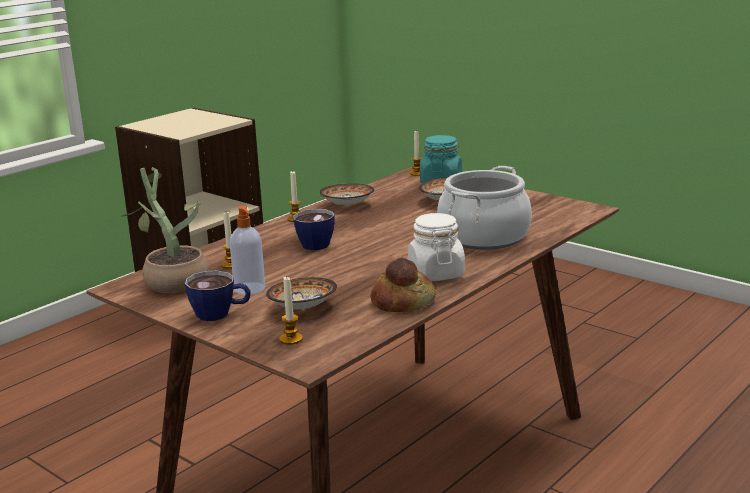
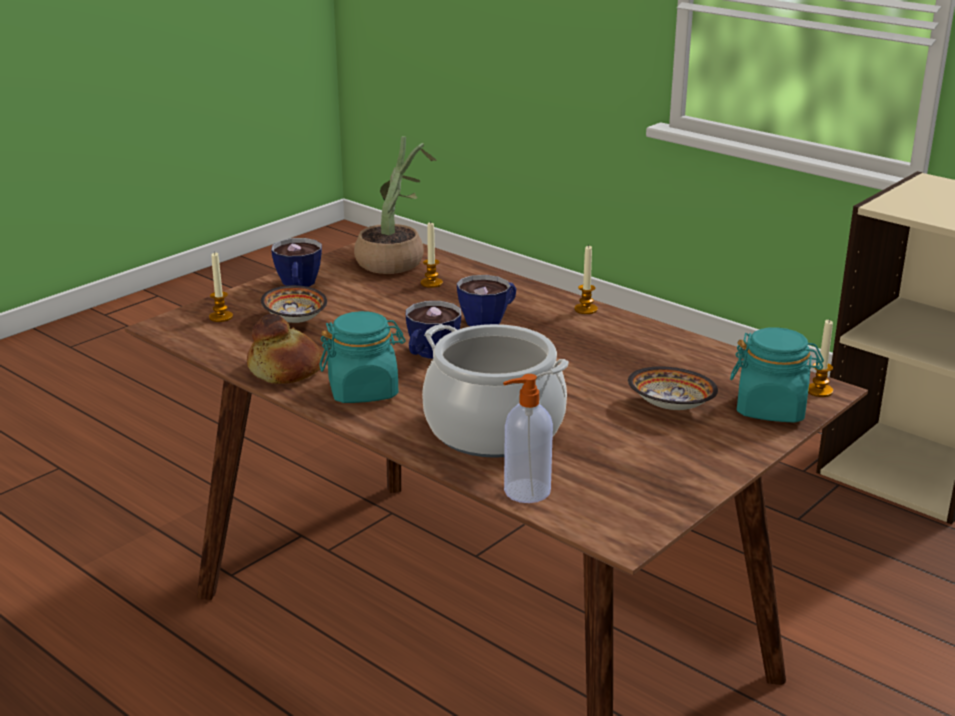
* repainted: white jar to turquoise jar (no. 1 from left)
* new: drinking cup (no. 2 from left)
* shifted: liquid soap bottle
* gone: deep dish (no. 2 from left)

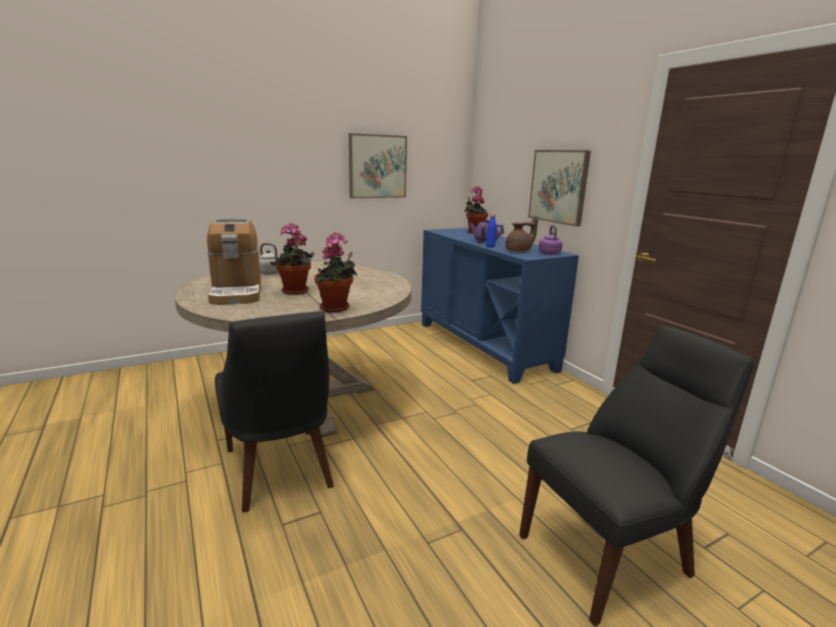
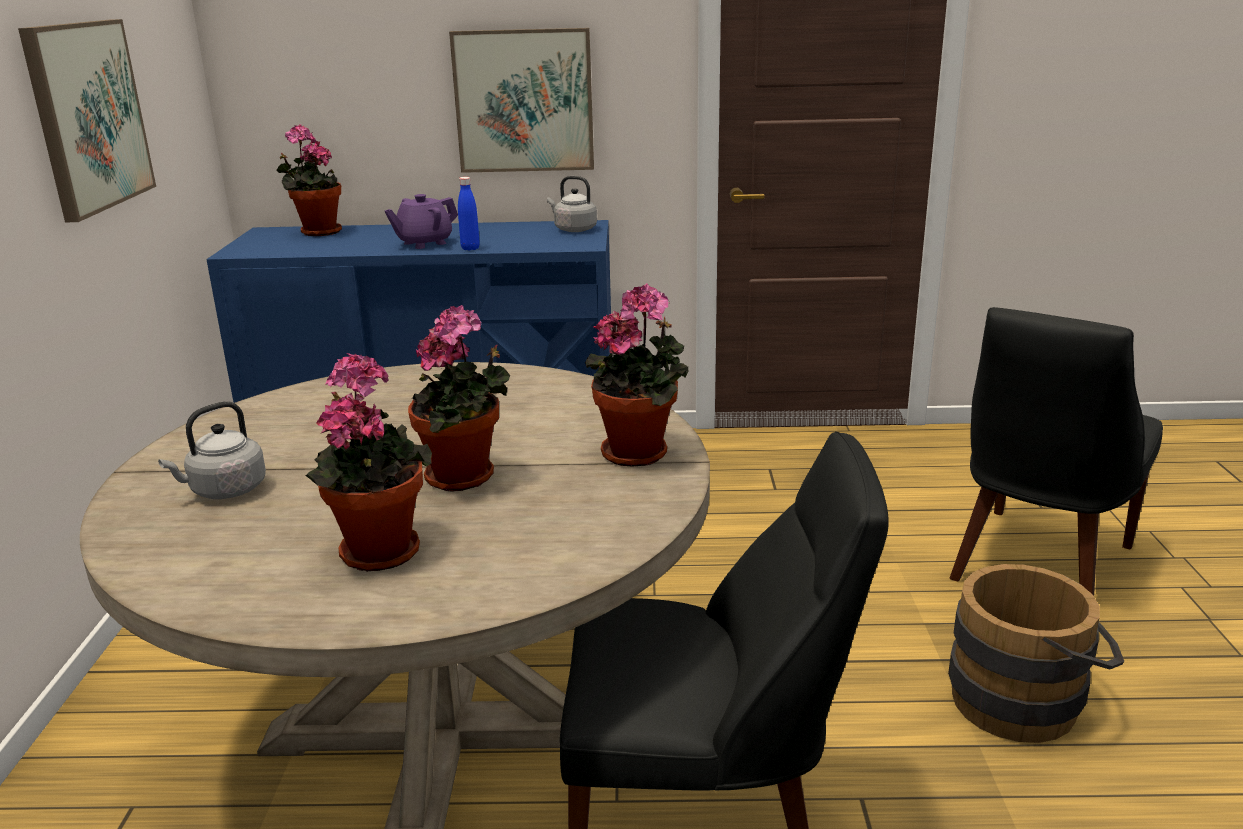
* swapped: coffee maker to potted plant (no. 2 from left)
* repainted: purple-coloured water kettle to gray water kettle (no. 2 from left)
* new: brown-coloured bucket
* rotated: black-coloured chair (no. 2 from left) 150 degrees counterclockwise
* gone: brown-coloured tea pot

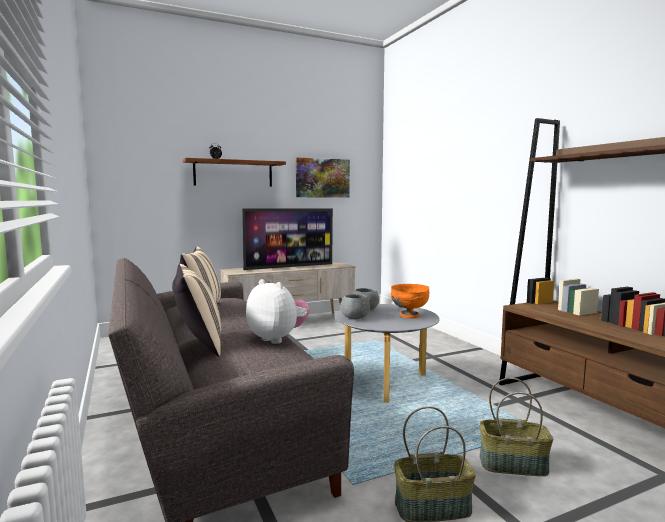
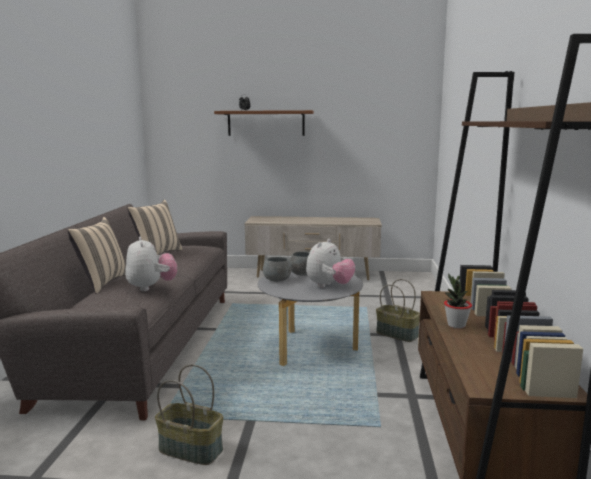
* swapped: orange deep dish to cuddly toy (no. 2 from left)
* shifted: household basket (no. 2 from left)
* new: potted plant
* gone: TV
* gone: picture

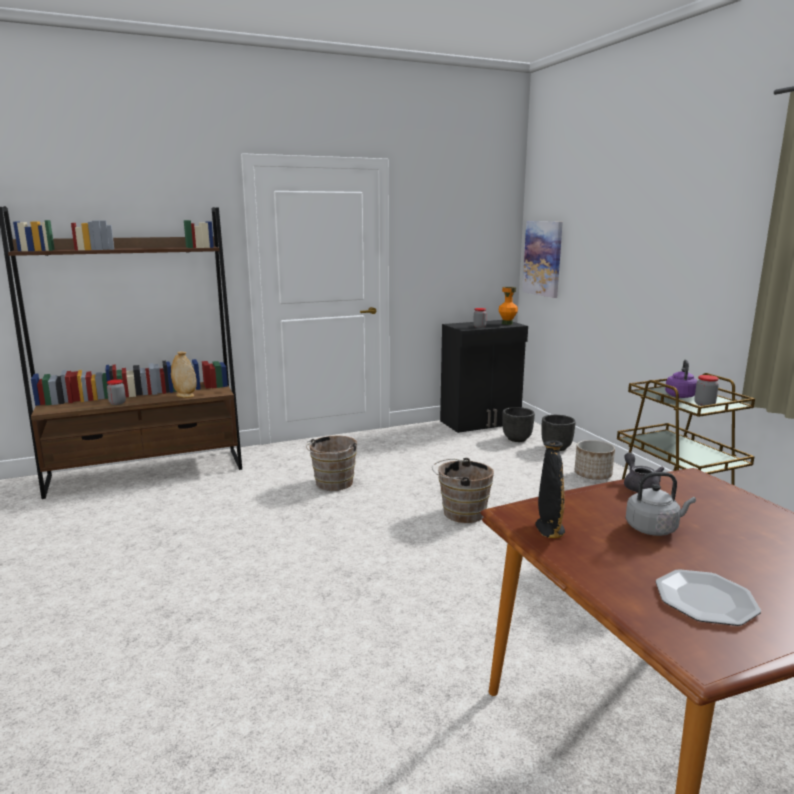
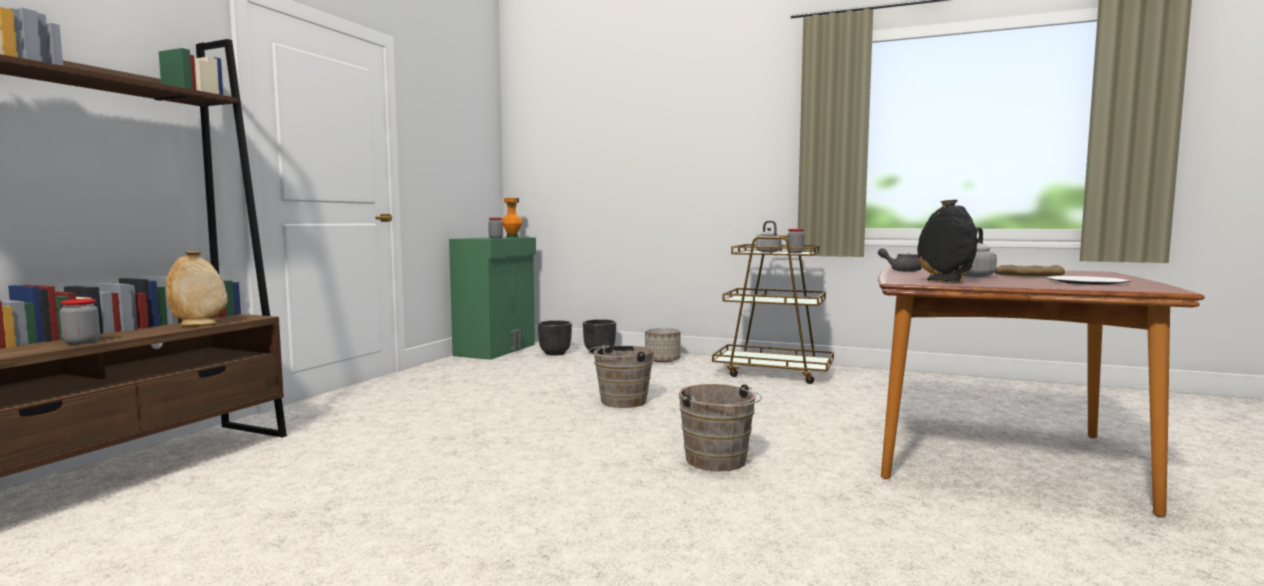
* repainted: black-coloured cabinet to greenish cabinet
* shifted: brown-coloured bucket (no. 1 from left in the first image) to brown-coloured bucket (no. 2 from left)
* repainted: purple-coloured water kettle to gray water kettle (no. 1 from left)
* new: baked bread
* gone: picture

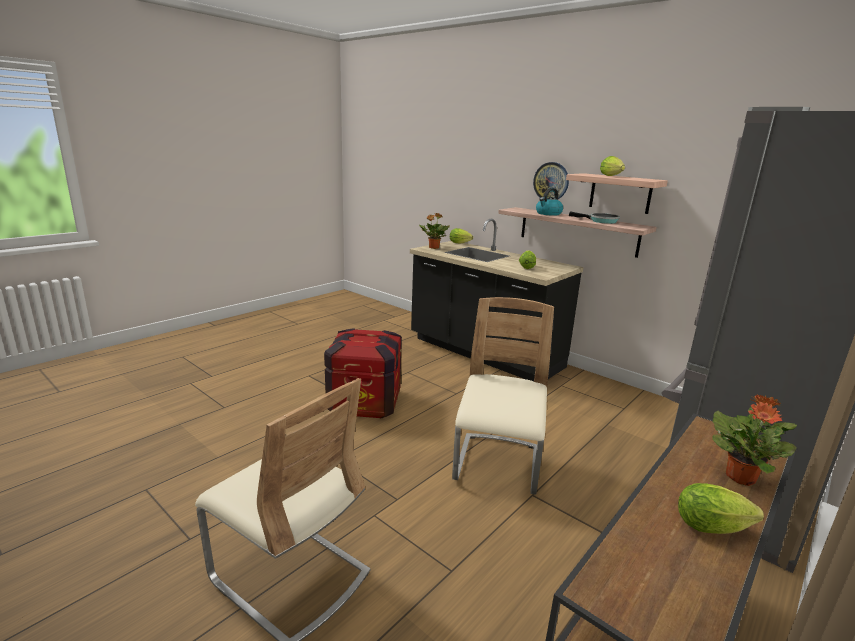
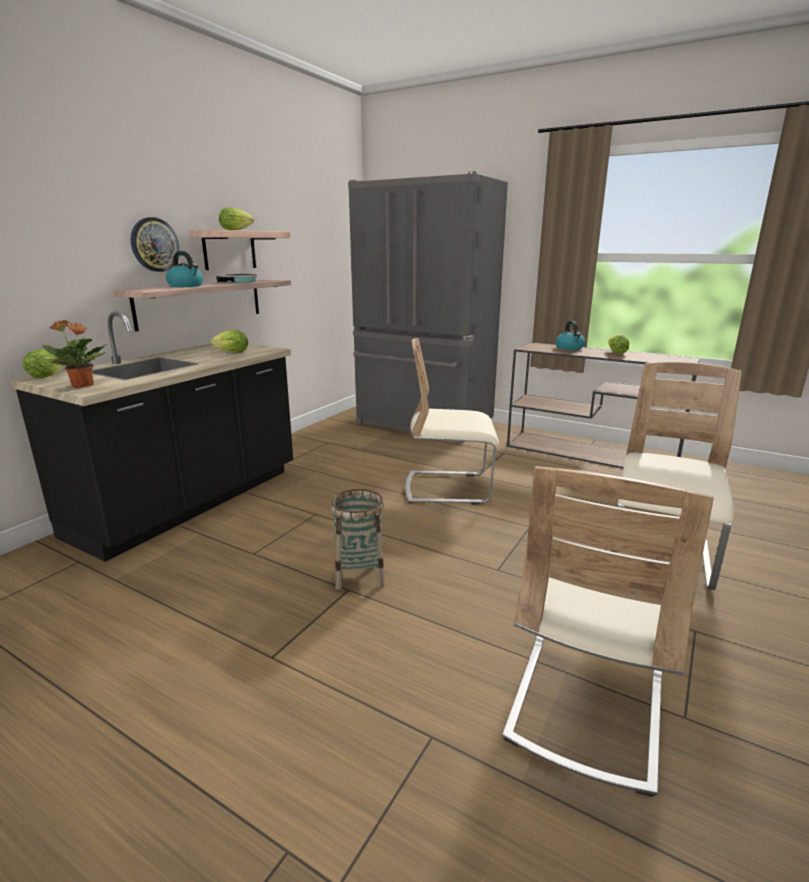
* swapped: shipping crate to household basket
* new: beige chair (no. 2 from left)
* swapped: potted plant (no. 2 from left) to water kettle (no. 2 from left)

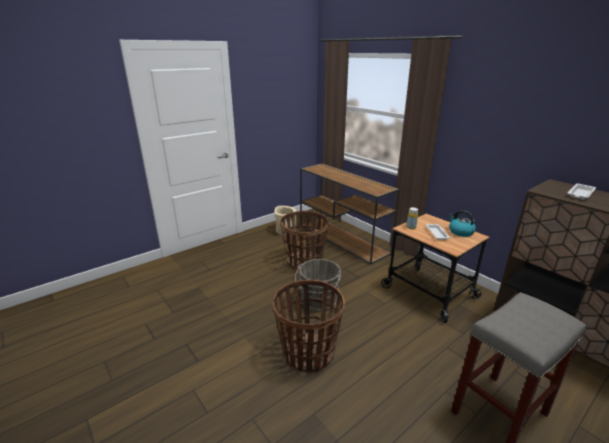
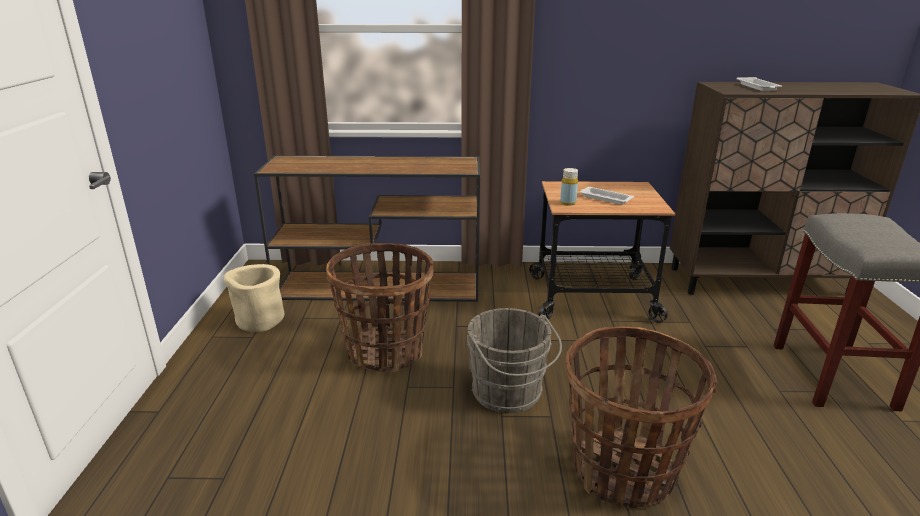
* gone: water kettle

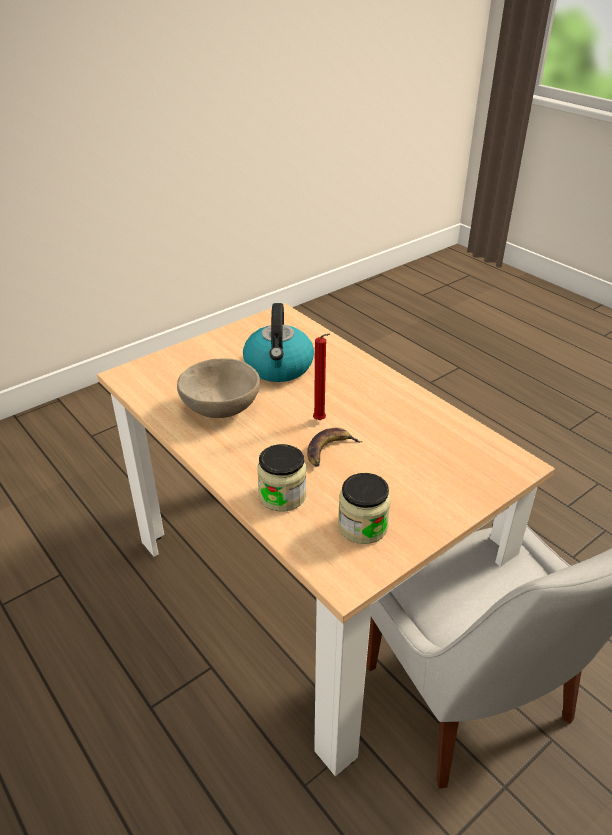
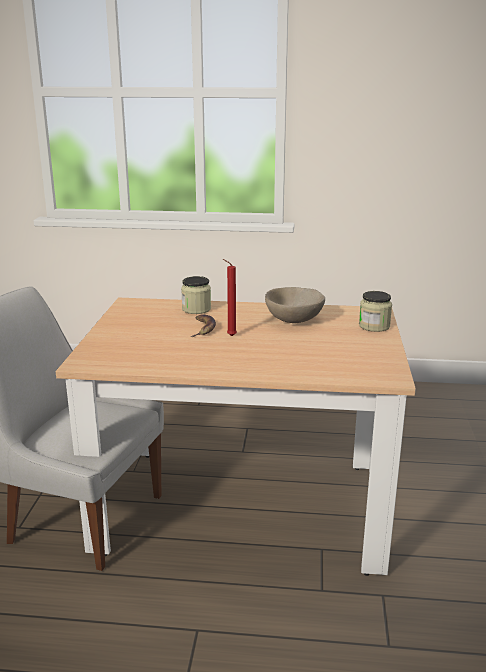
* shifted: jar (no. 2 from left)
* gone: water kettle

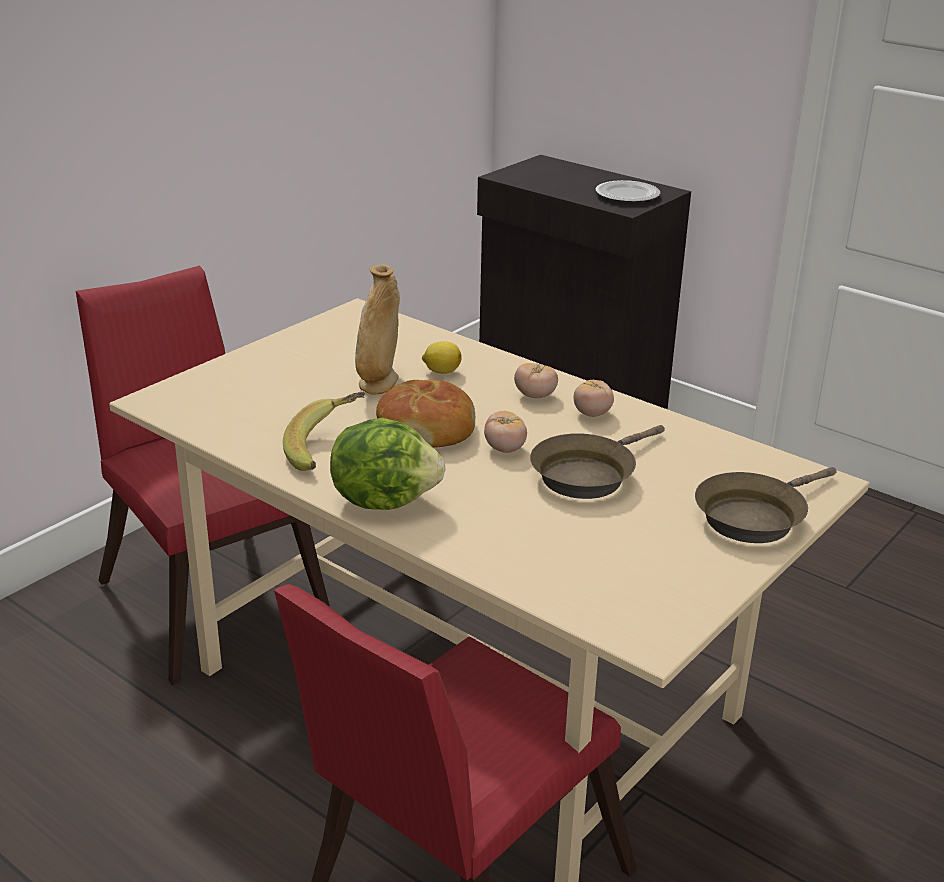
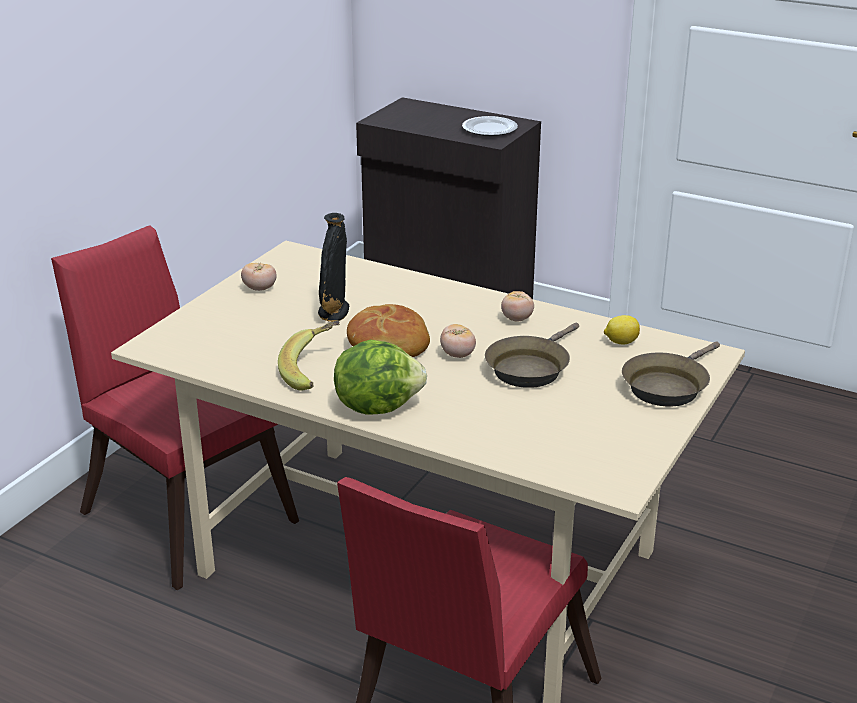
* shifted: whole tomato (no. 2 from left in the first image) to whole tomato (no. 1 from left)
* repainted: beige vase to black-coloured vase
* shifted: whole lemon

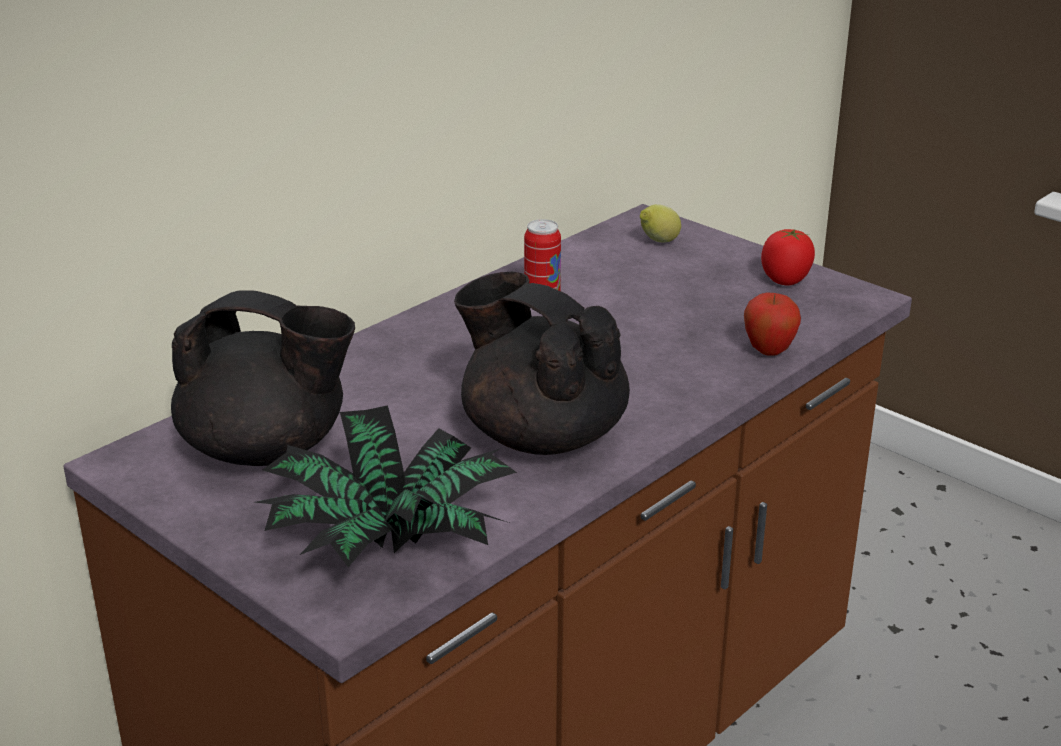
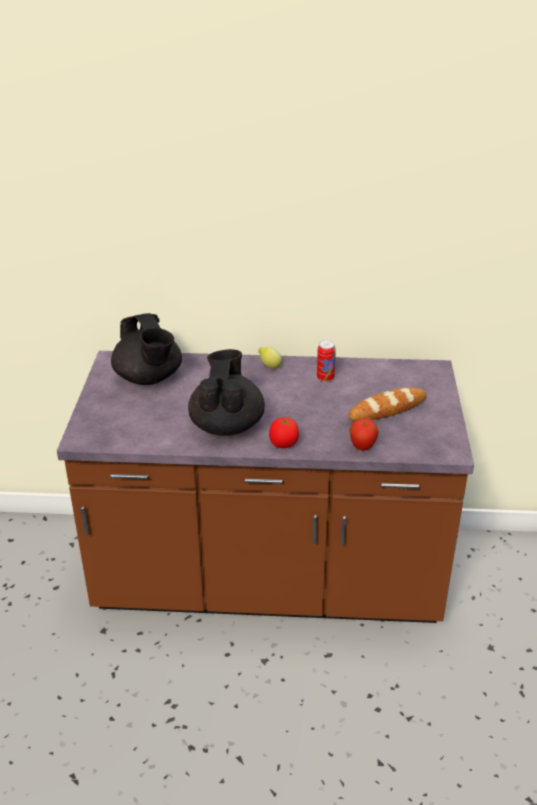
* shifted: whole lemon
* shifted: whole tomato
* new: baked bread
* gone: potted plant

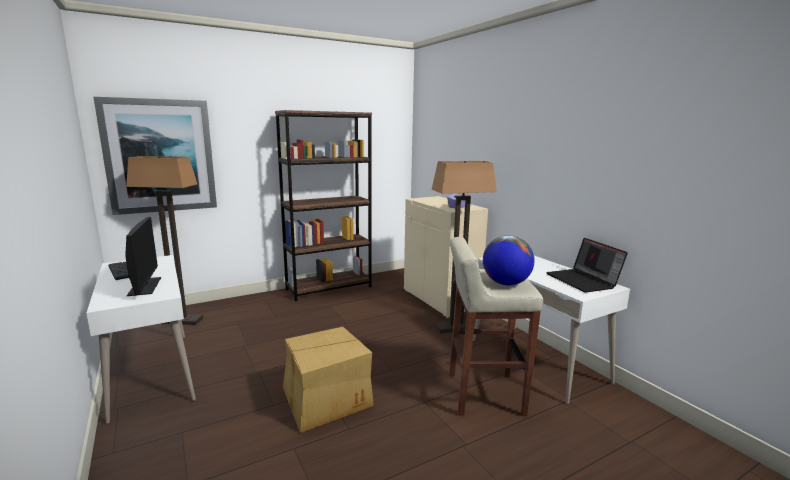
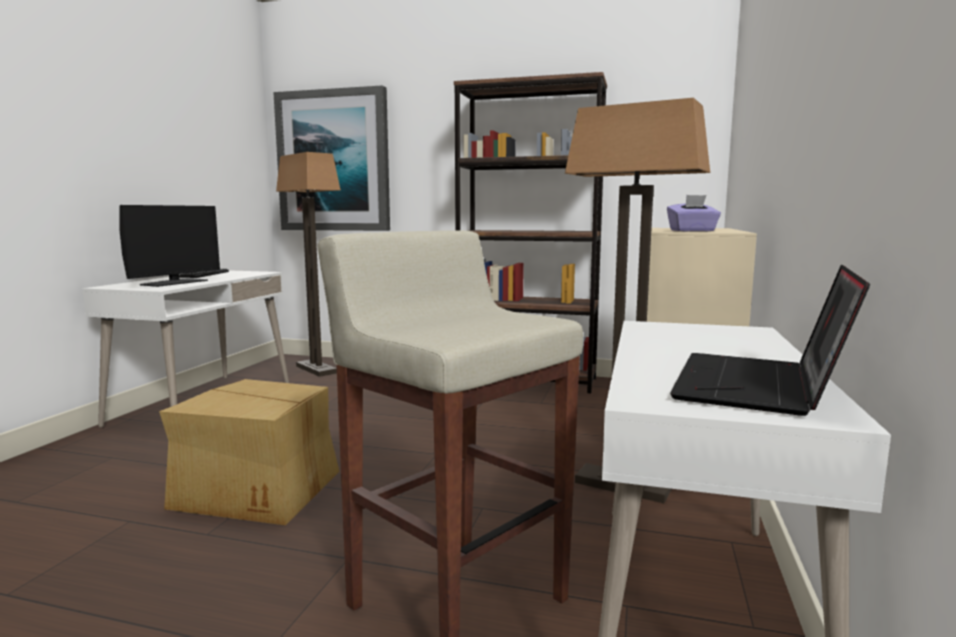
* gone: desk globe

